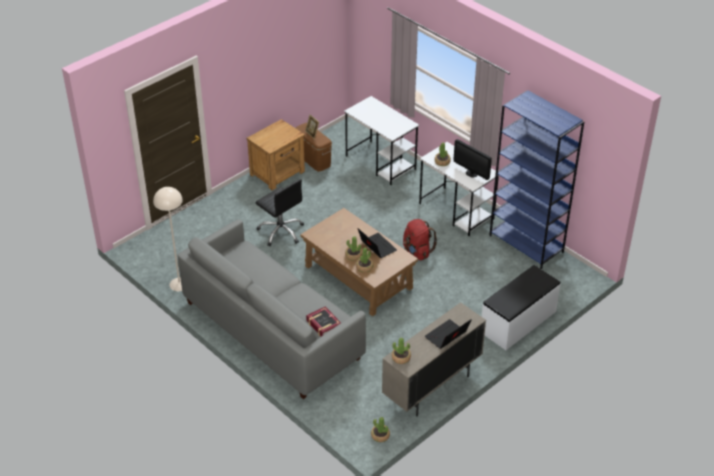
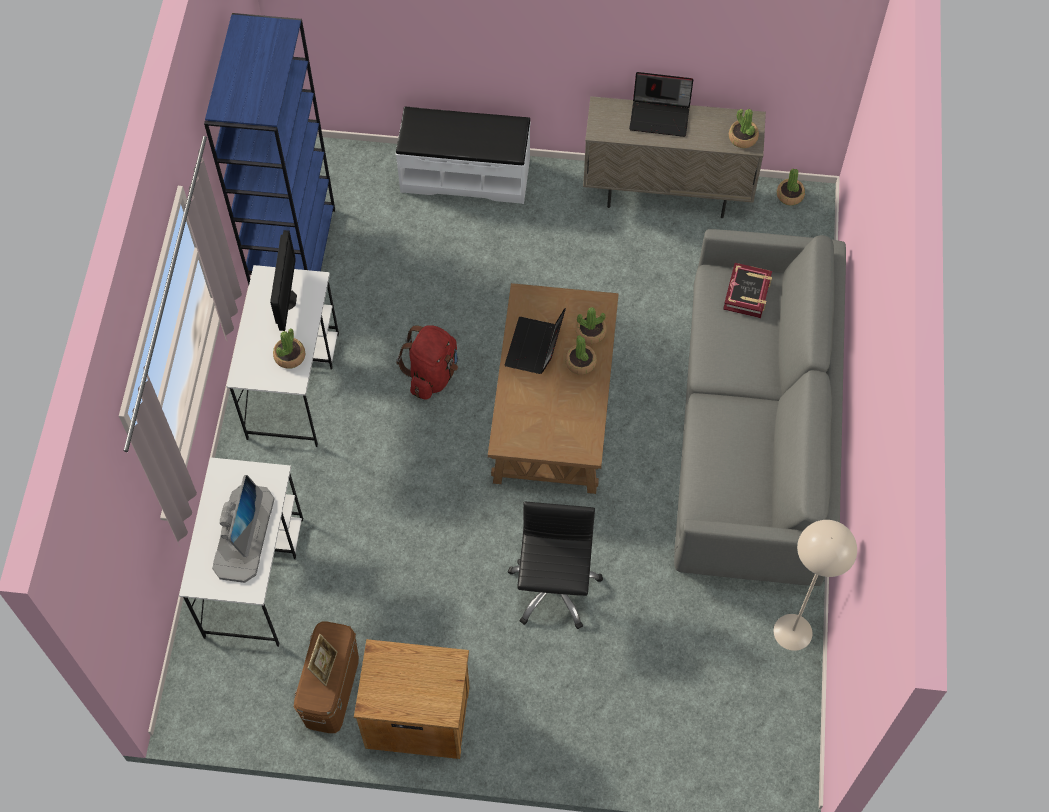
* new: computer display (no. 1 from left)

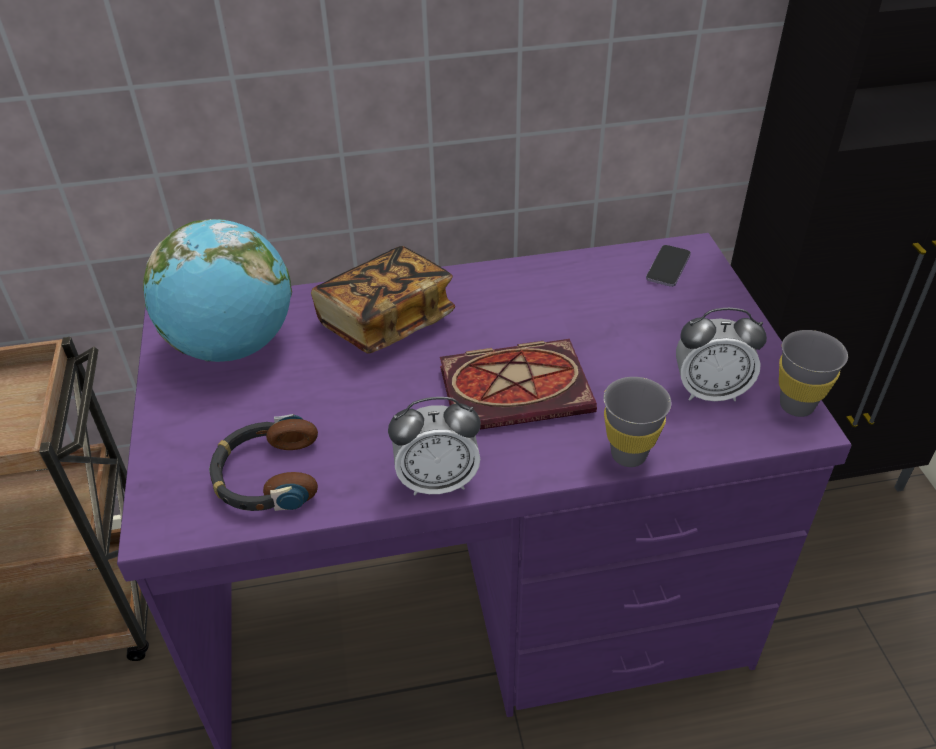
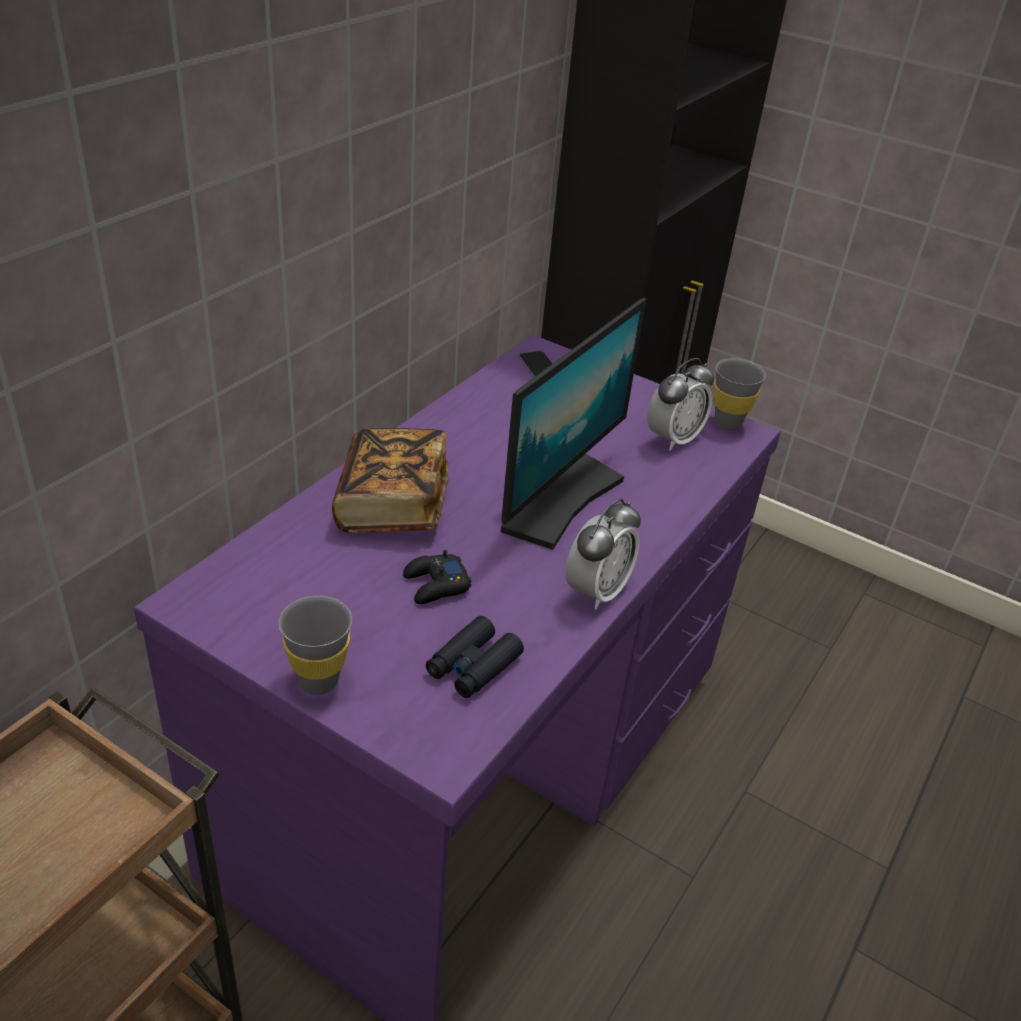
* shifted: gray drinking cup (no. 1 from left)
* new: black-coloured game controller
* swapped: headphones to black-coloured binoculars
* swapped: bound book (no. 2 from left) to computer display
* gone: desk globe

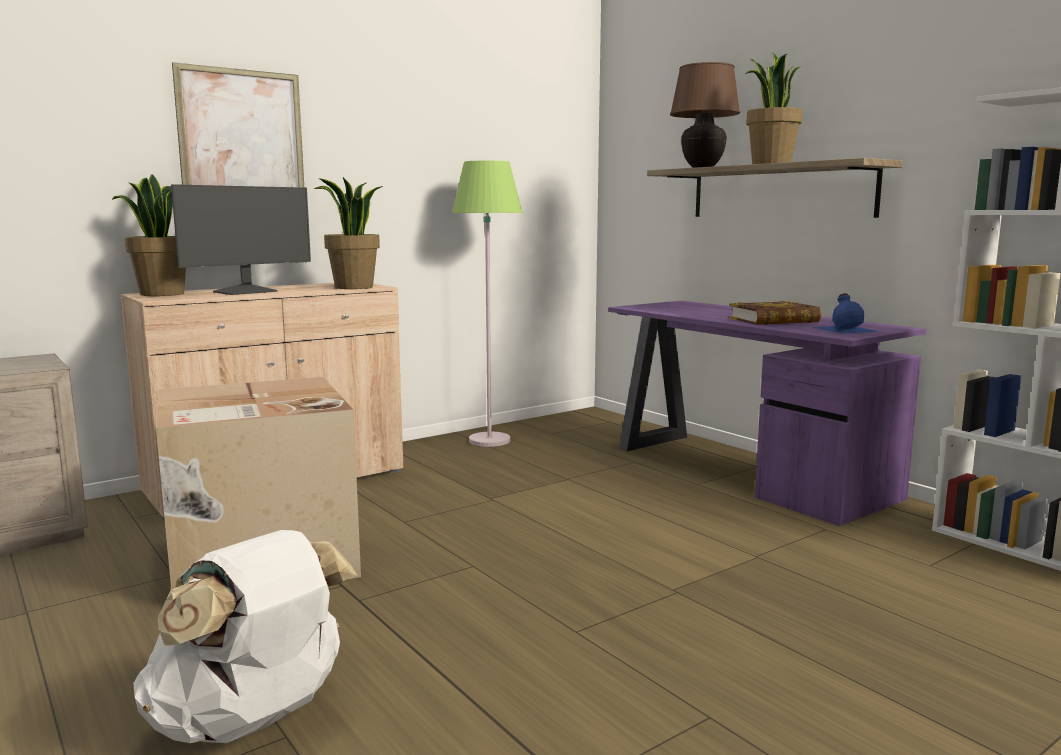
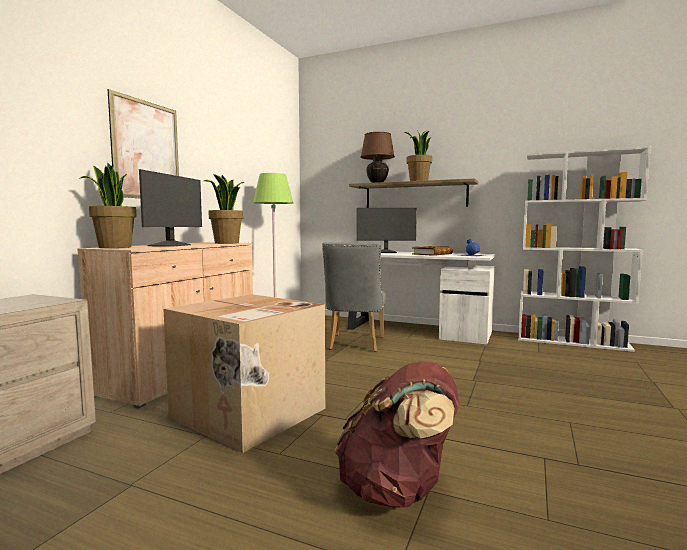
* new: gray chair
* repainted: white knapsack to brown-coloured knapsack
* repainted: purple-coloured desk table to white desk table
* new: computer display (no. 2 from left)

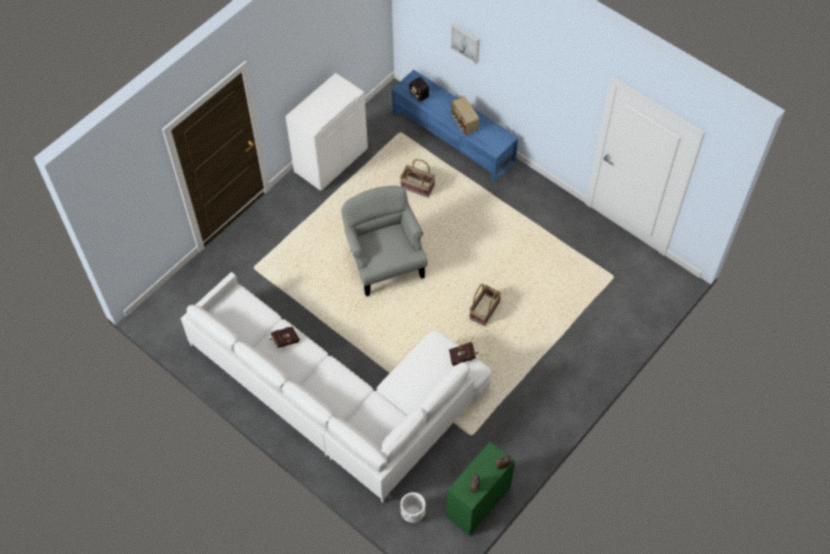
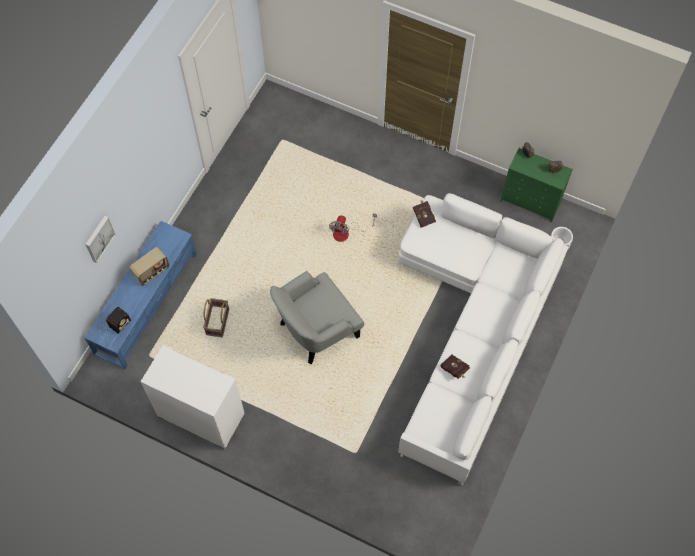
* swapped: household basket (no. 2 from left) to electric fan

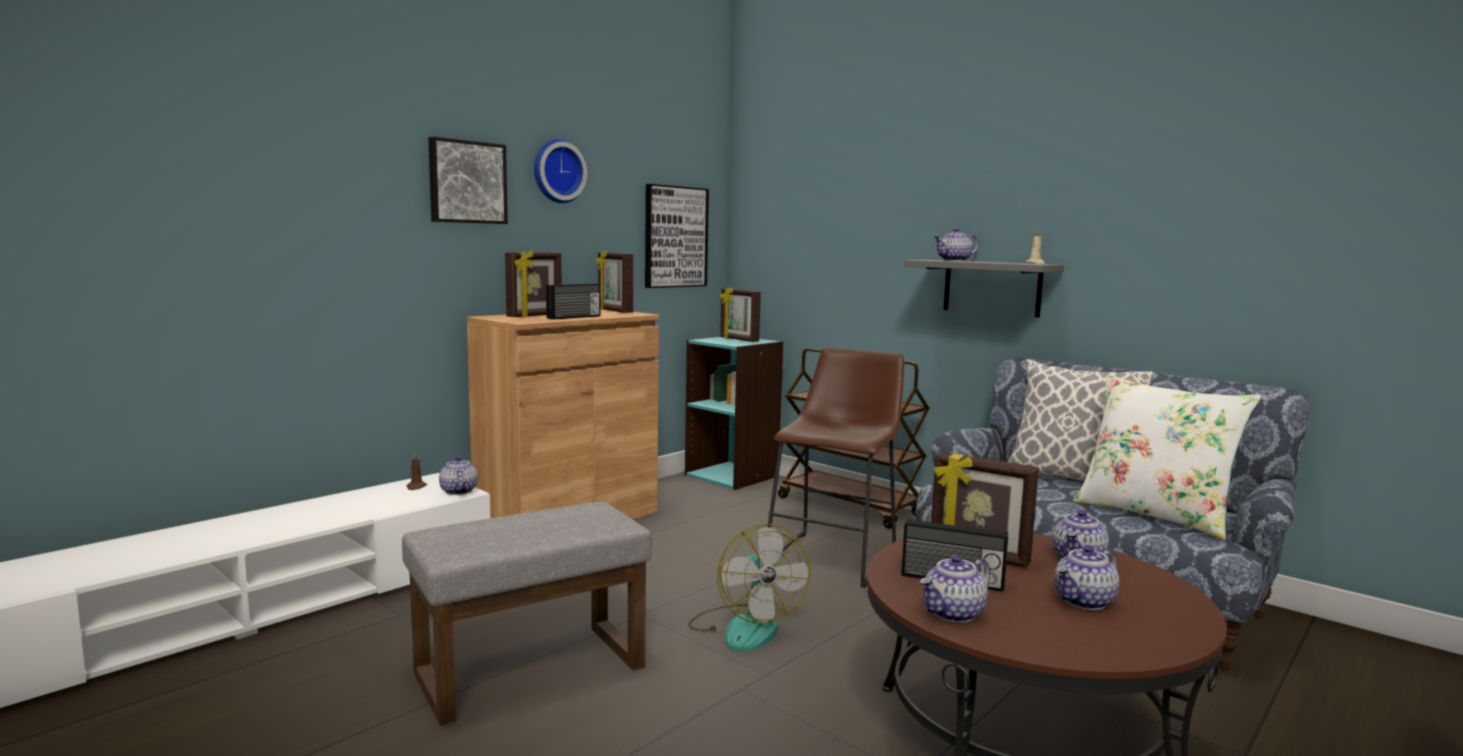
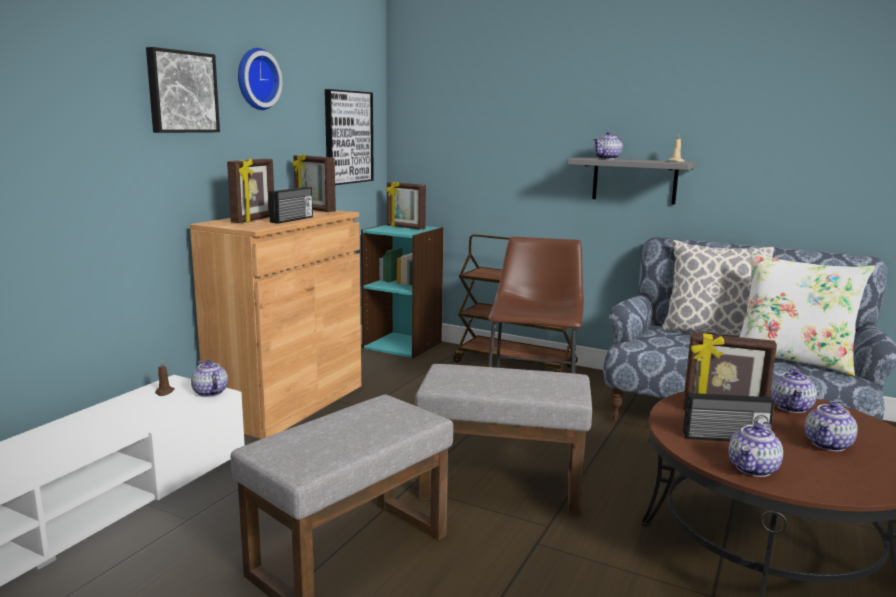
* swapped: electric fan to gray pouffe (no. 2 from left)

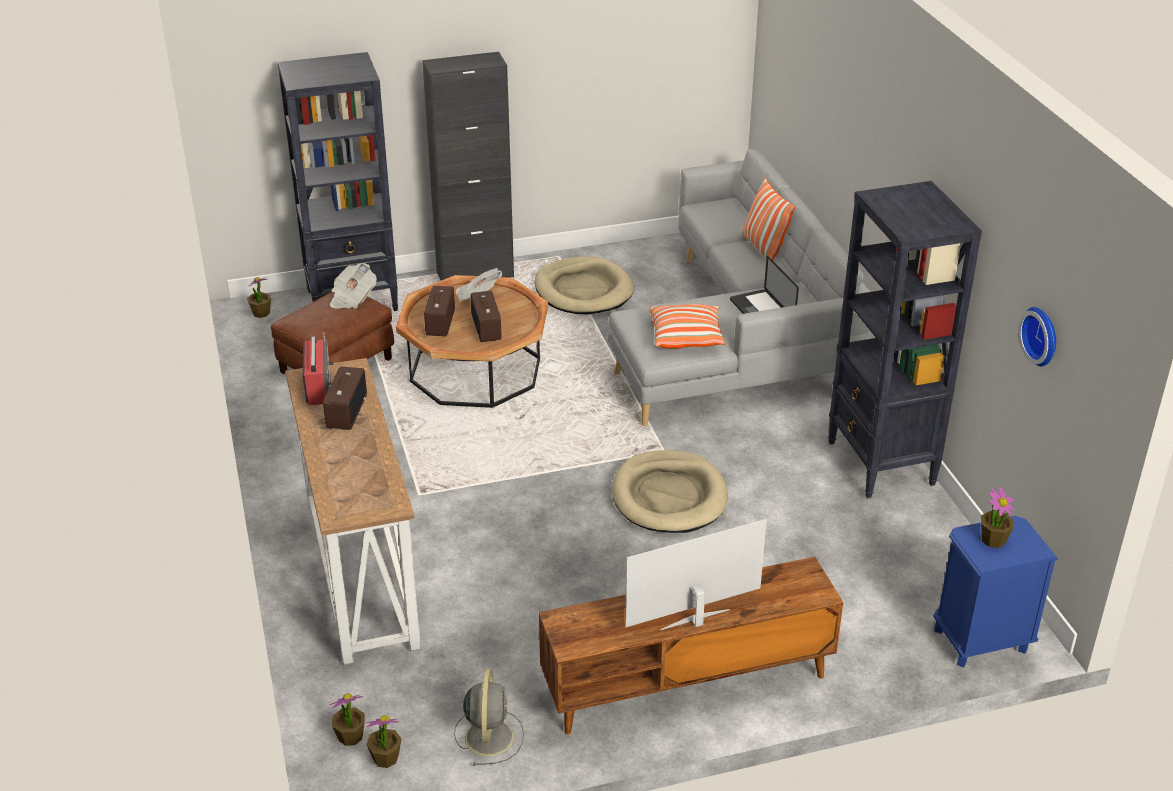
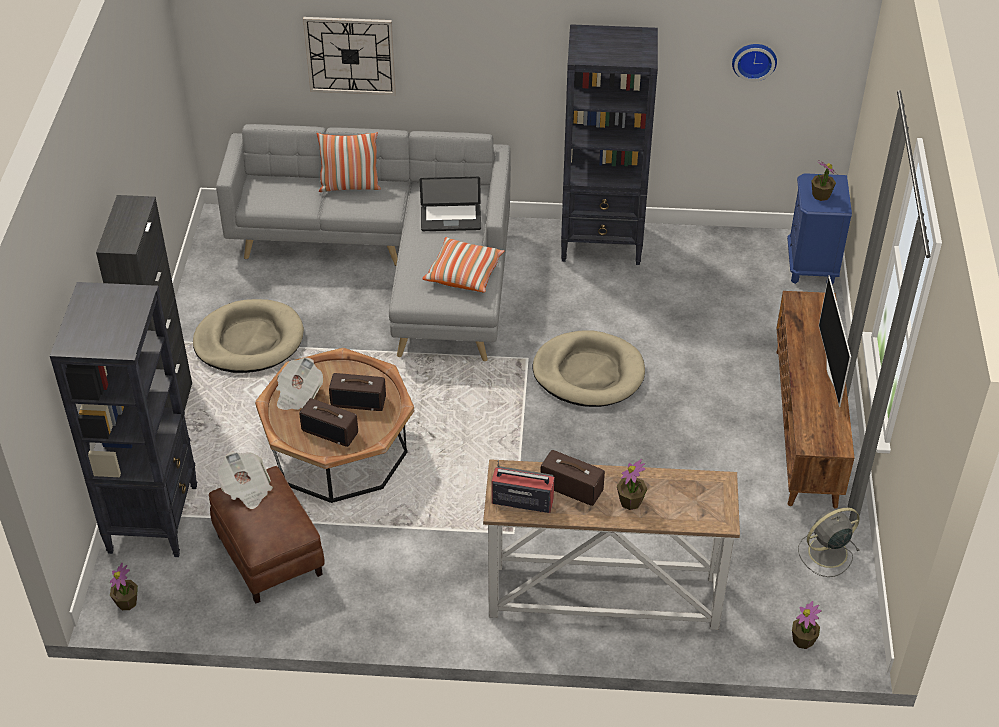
* new: wall clock (no. 1 from left)
* shifted: potted plant (no. 3 from left in the first image) to potted plant (no. 2 from left)
* rotated: gray electric fan 45 degrees counterclockwise

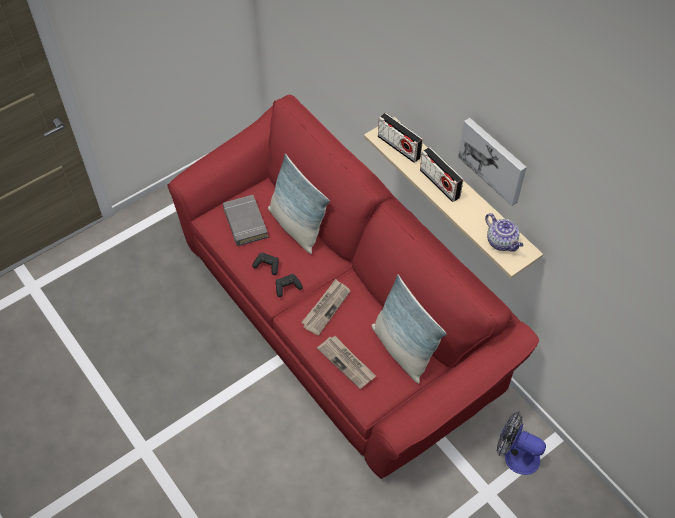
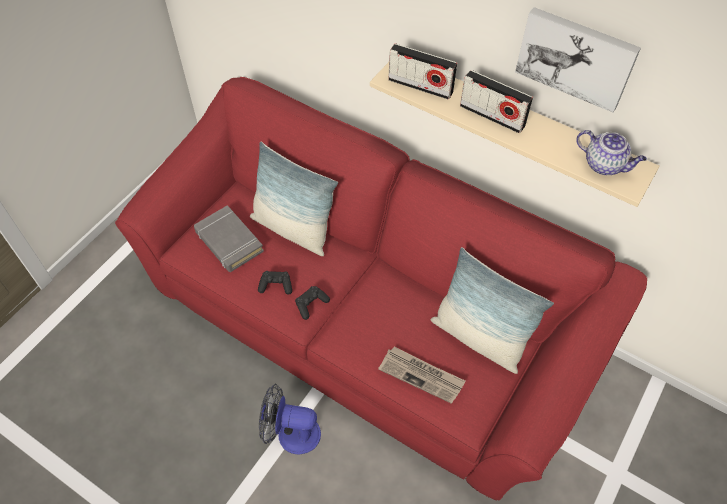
* shifted: electric fan
* gone: daily paper (no. 1 from left)

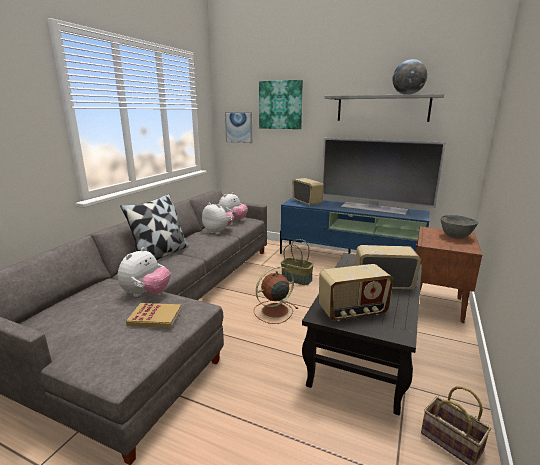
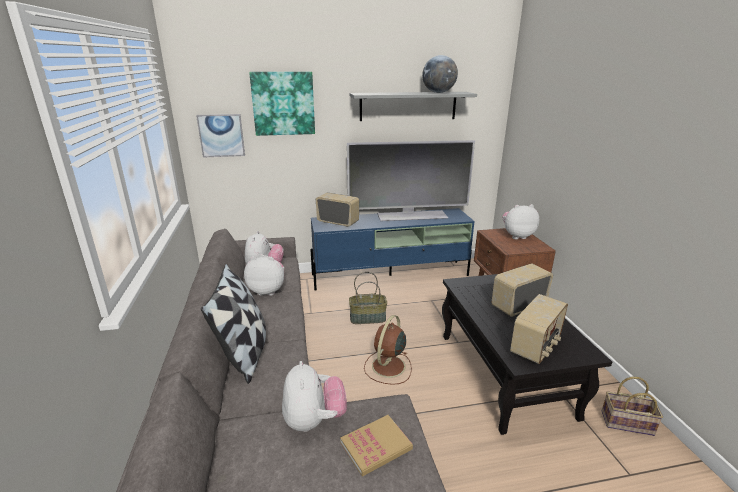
* swapped: gray deep dish to cuddly toy (no. 4 from left)

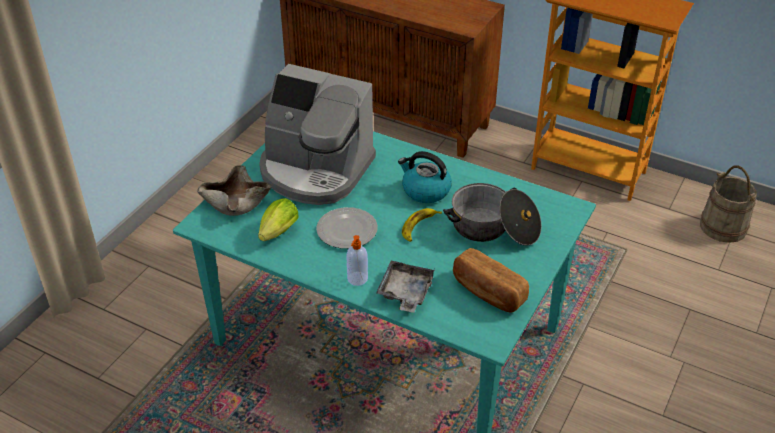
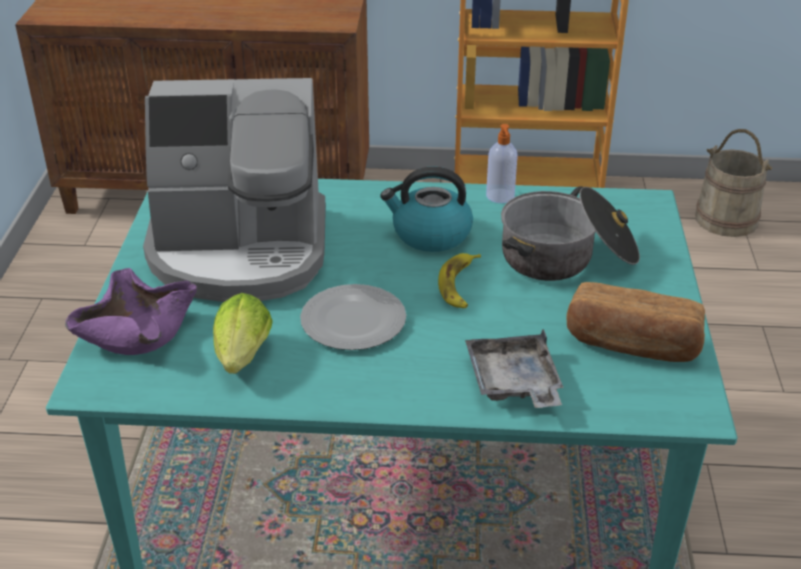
* repainted: beige deep dish to purple-coloured deep dish
* shifted: liquid soap bottle

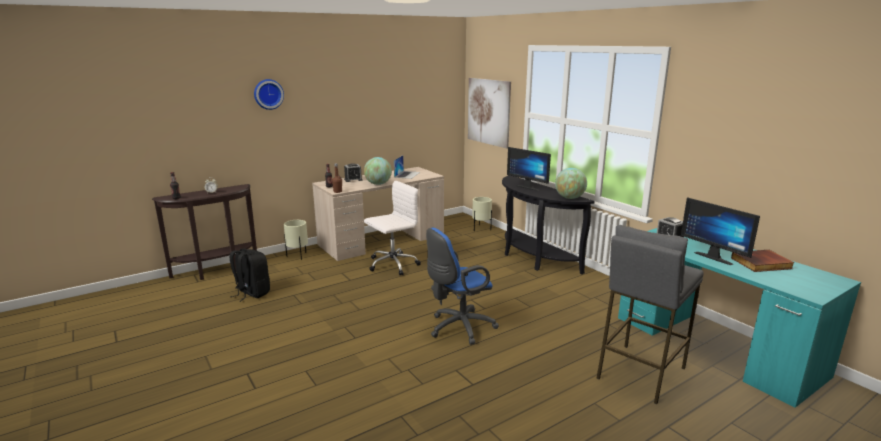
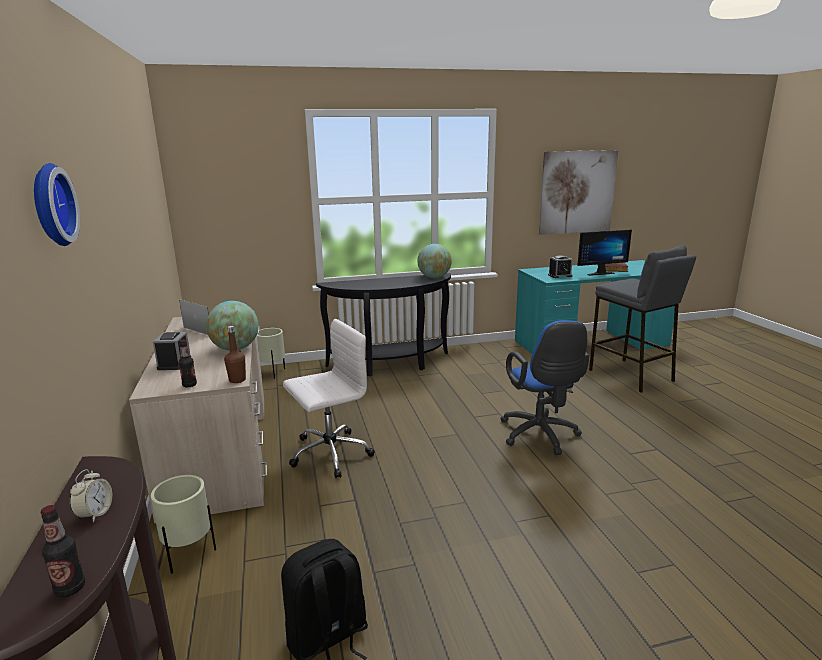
* rotated: white desk chair 75 degrees clockwise
* shifted: picture
* gone: computer display (no. 1 from left)

